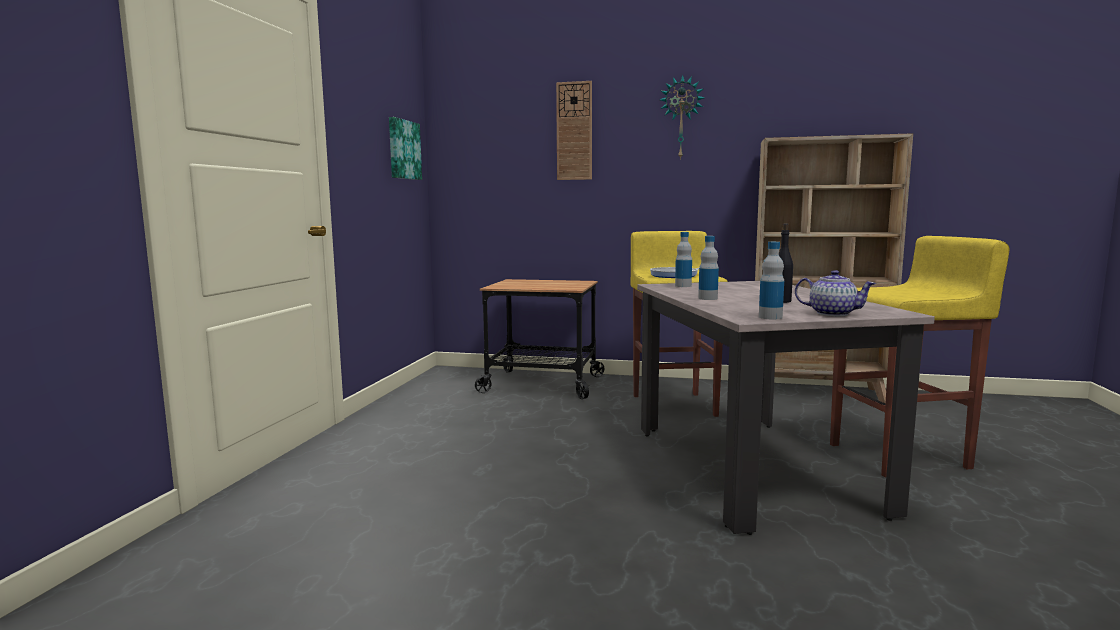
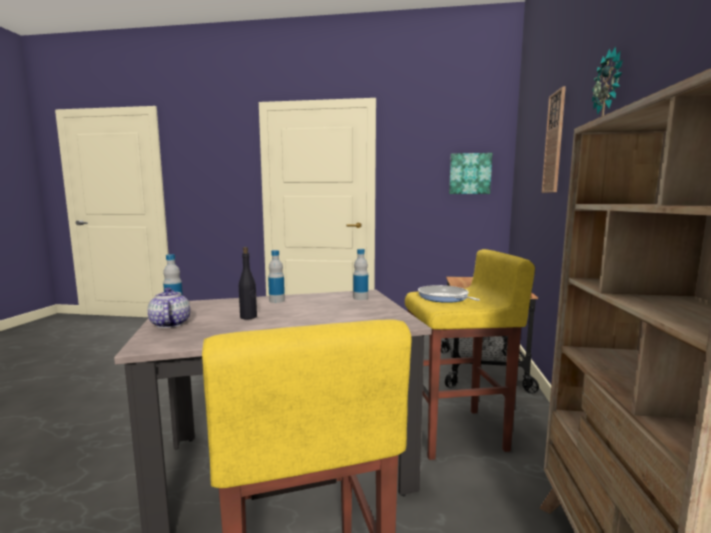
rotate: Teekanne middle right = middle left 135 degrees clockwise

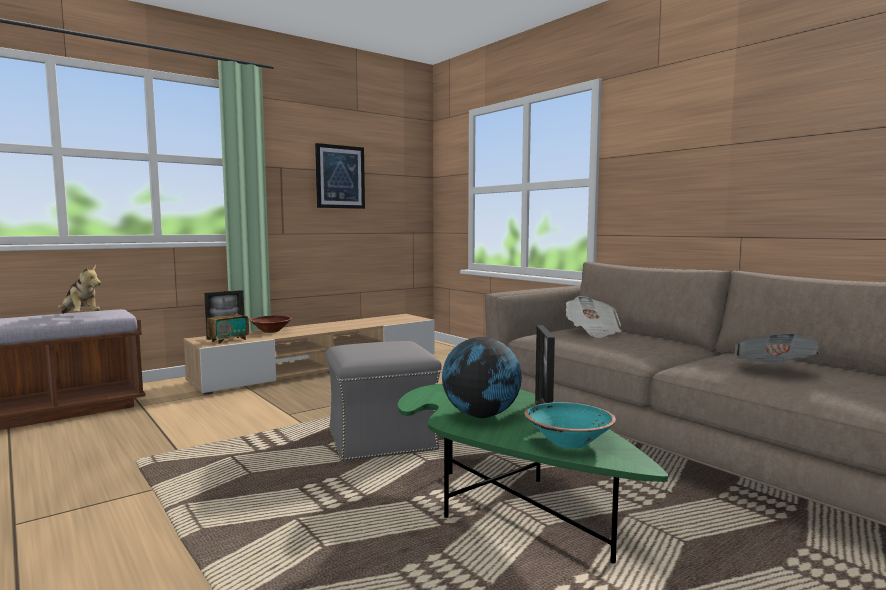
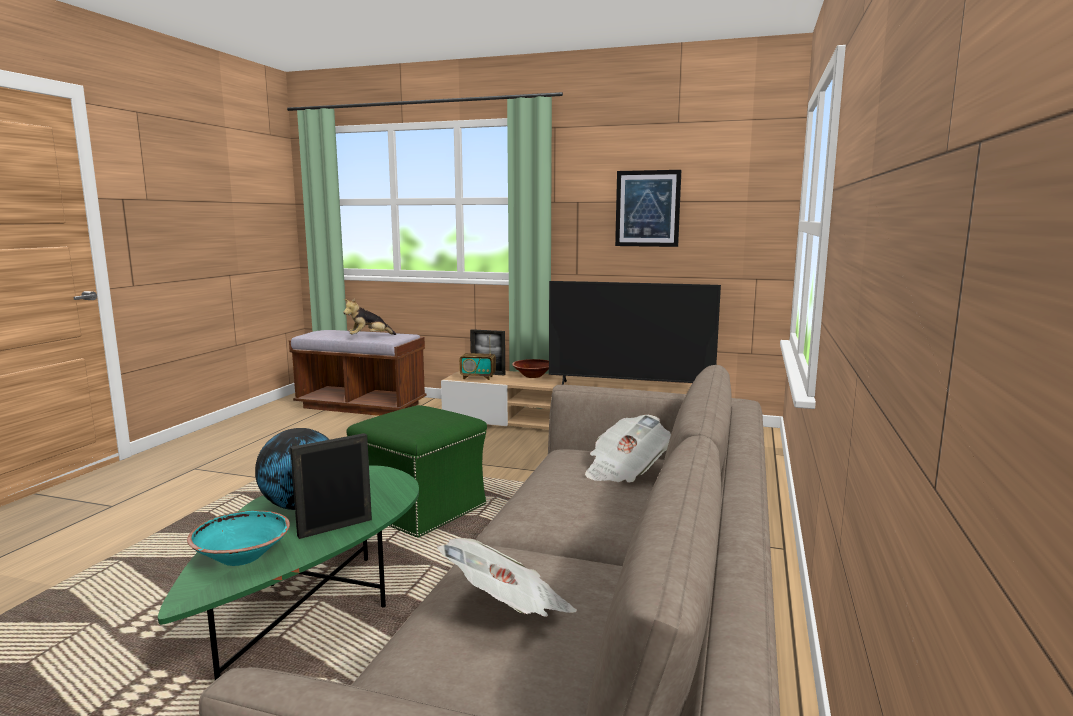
insert: Fernseher centre
recolor: Polsterhocker (grau) bottom centre to Polsterhocker (grün) centre
rotate: Plüschtier middle left = centre 60 degrees clockwise

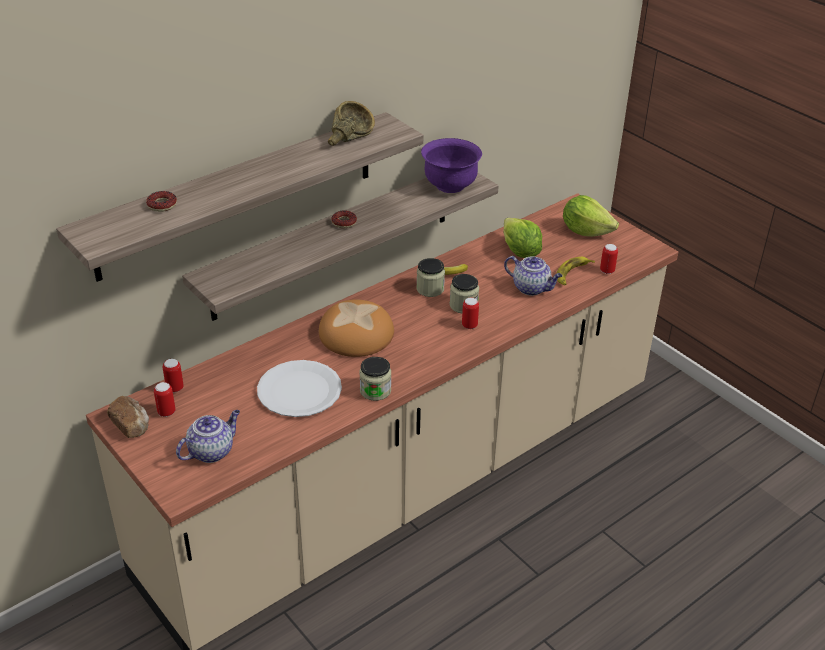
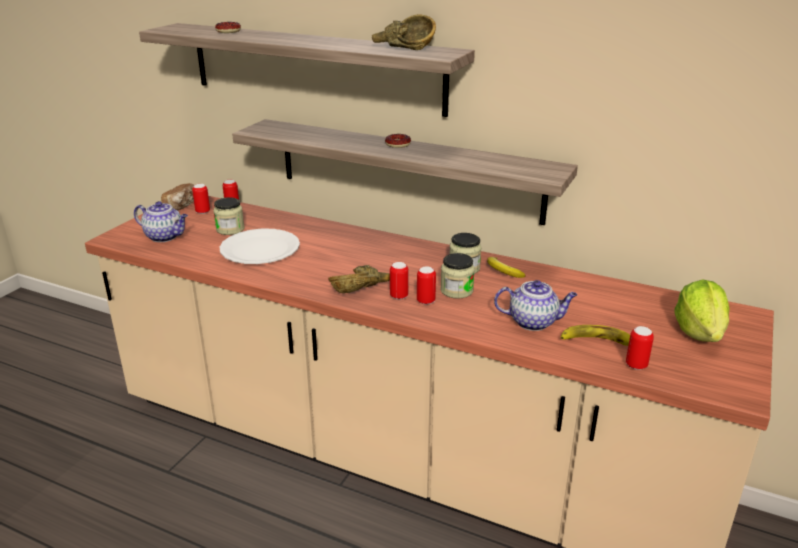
delete: Schüssel (lila) top centre; Salatkopf (1st from left) centre; Brot (2nd from left) centre
insert: Dose (3rd from left) centre; Schüssel (braun) (1st from left) centre
move: Vorratsglas (1st from left) centre to middle left
rotate: Teekanne (2nd from left) centre = middle right 90 degrees counterclockwise

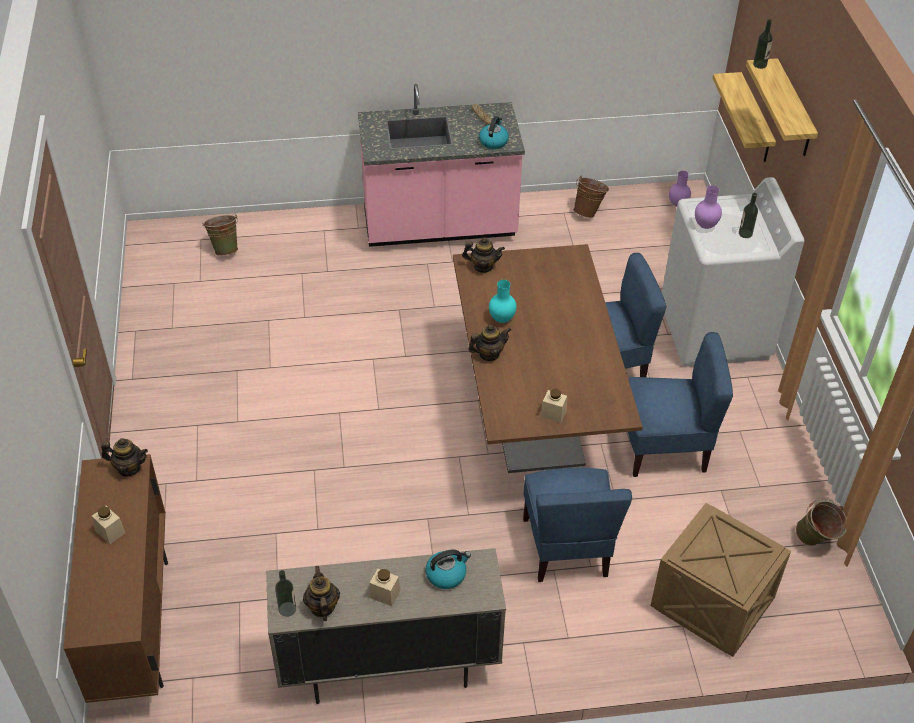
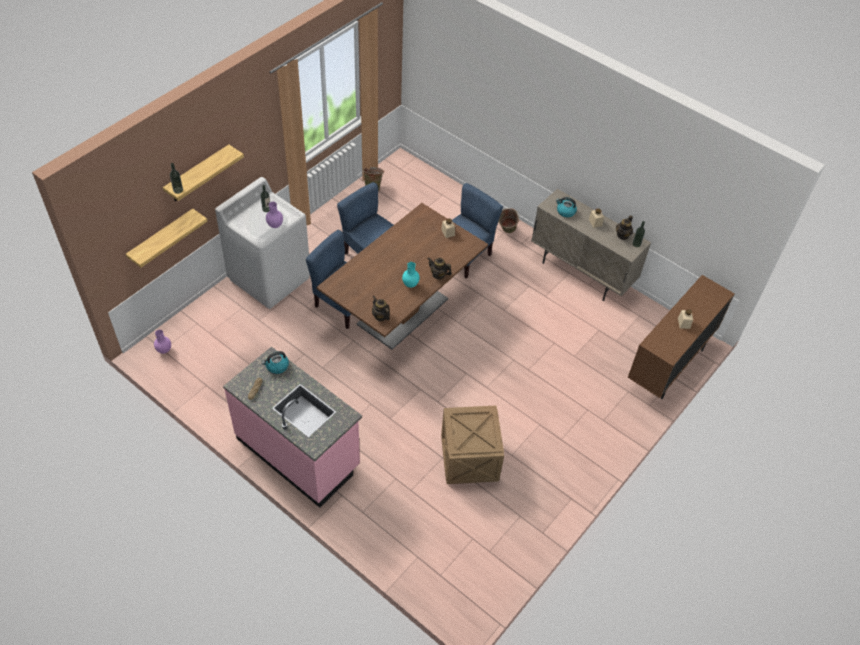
delete: Eimer (braun) top centre; Teekanne (1st from left) middle left
move: Eimer (grün) (1st from left in the first image) top left to Eimer (grün) (2nd from left) centre; Kiste bottom right to bottom centre

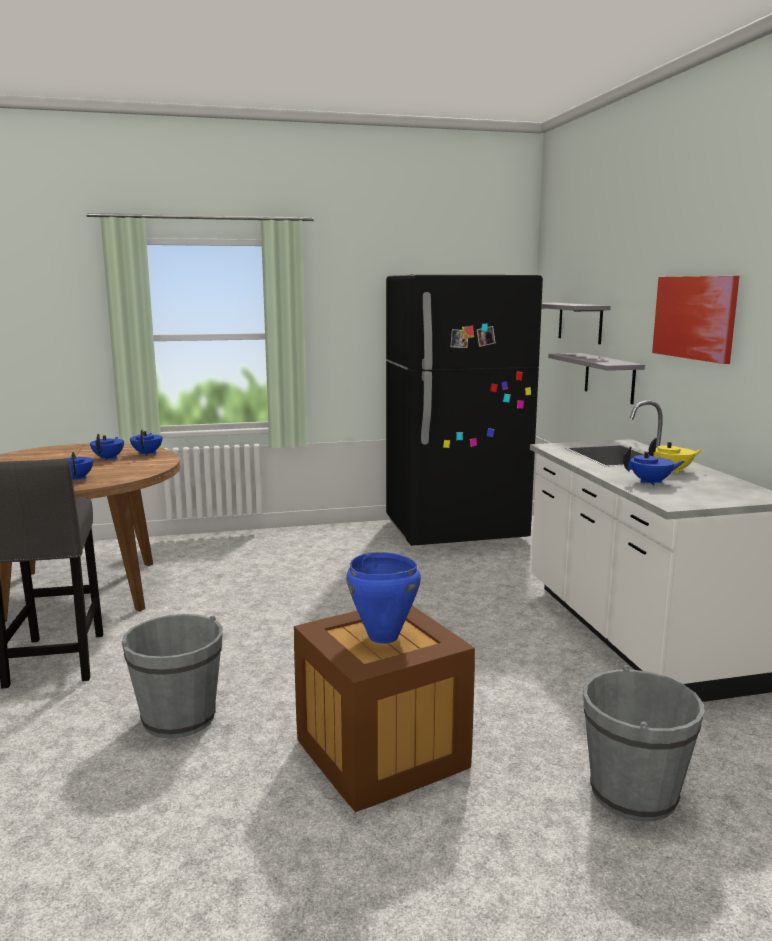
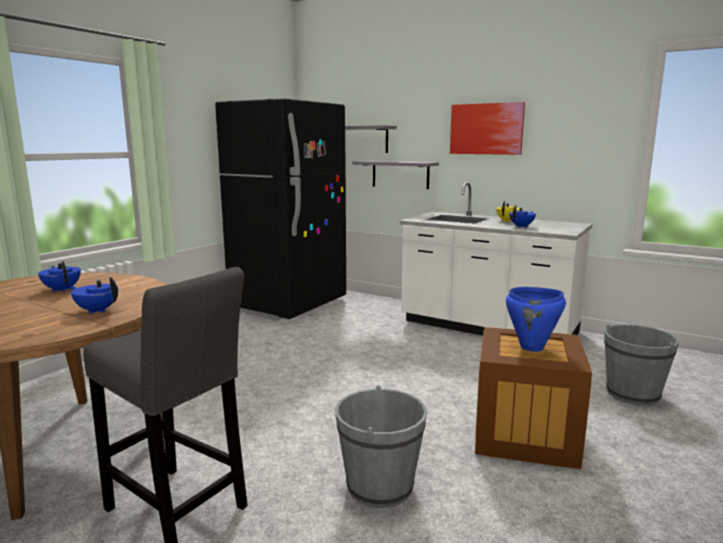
delete: Teekanne (blau) (3rd from left) middle left

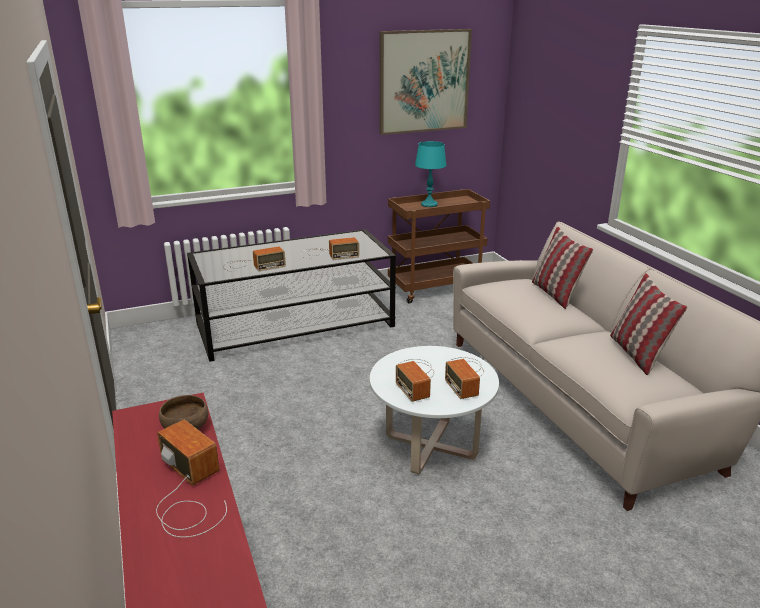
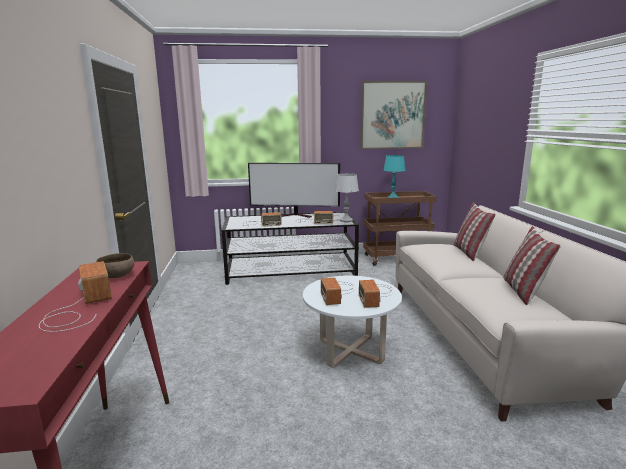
insert: Fernseher centre; Tischlampe (grau) centre

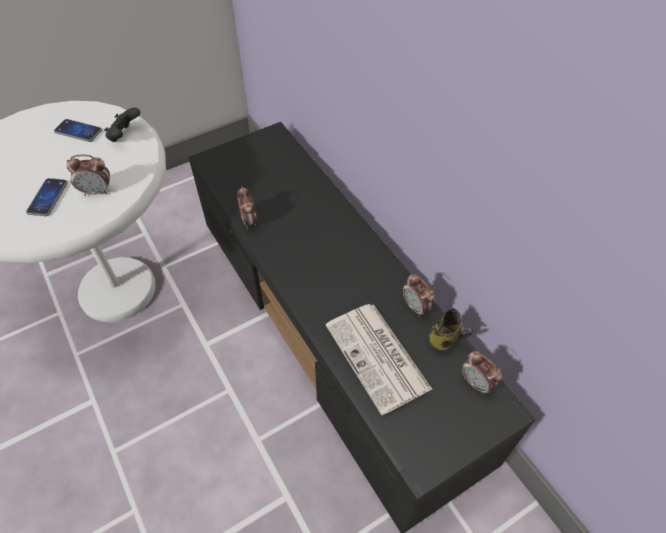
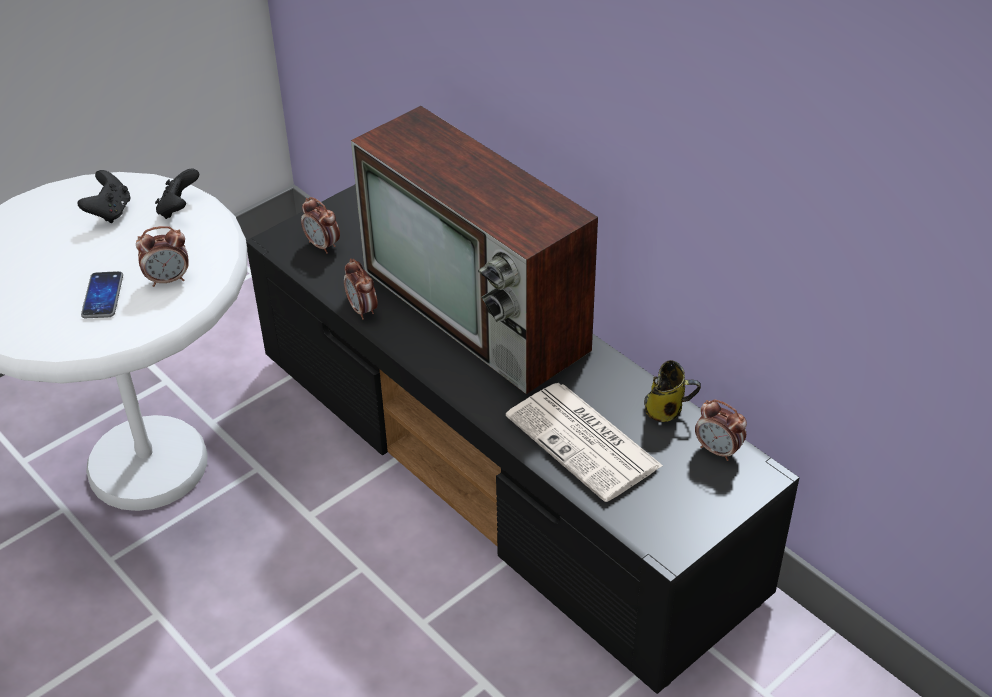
insert: Fernseher centre
move: Wecker (3rd from left in the first image) centre to Wecker (2nd from left) top left
replace: Handy (2nd from left) top left to Gamepad (schwarz) (1st from left) top left

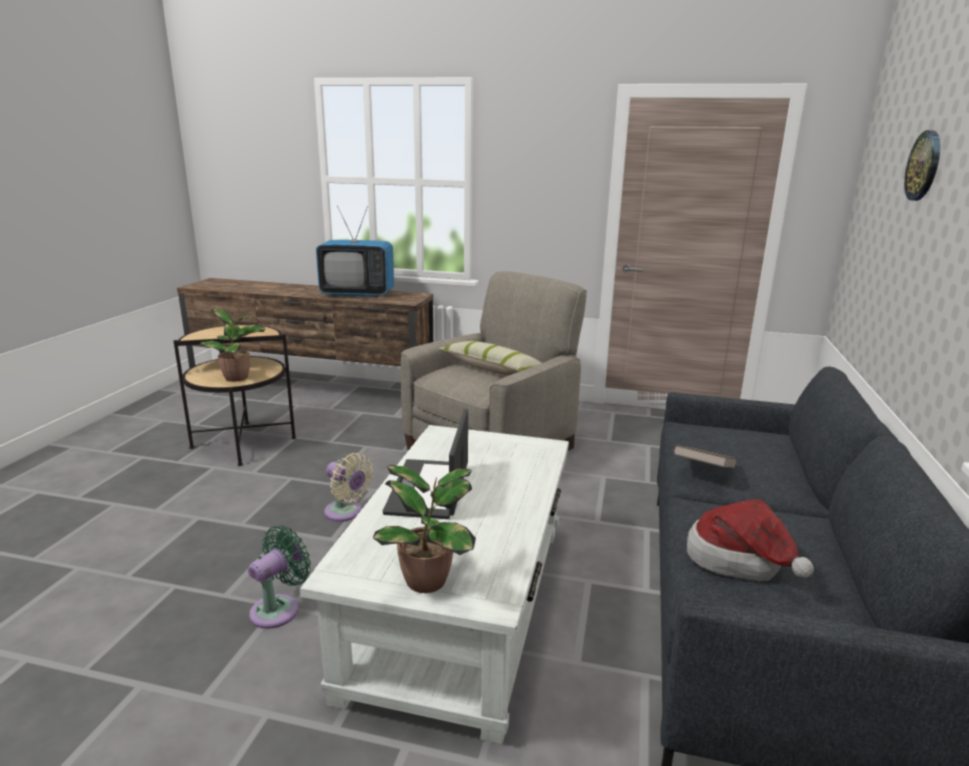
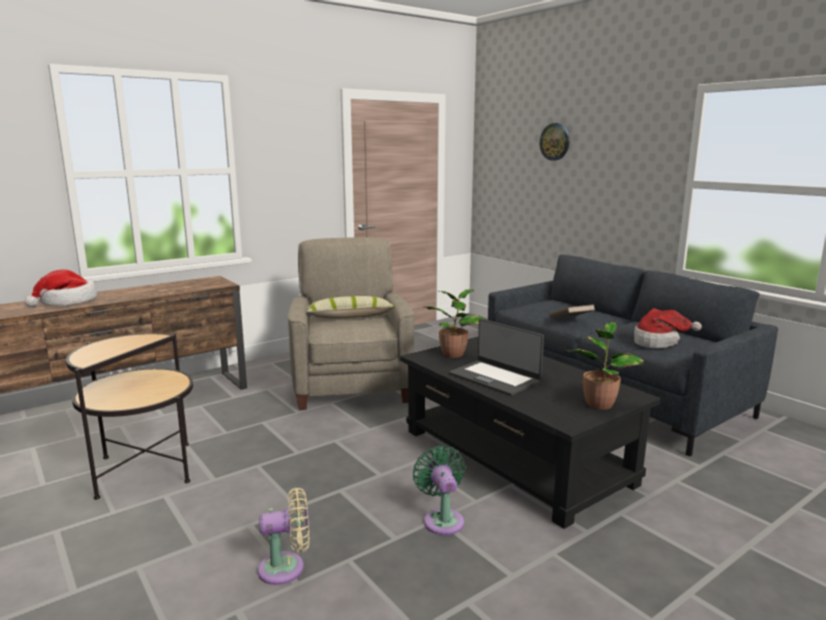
delete: Fernseher top centre
insert: Hut (1st from left) middle left
move: Topfpflanze (1st from left) middle left to centre; Ventilator (beige) centre to bottom centre
recolor: Couchtisch (weiß) bottom centre to Couchtisch (schwarz) bottom centre

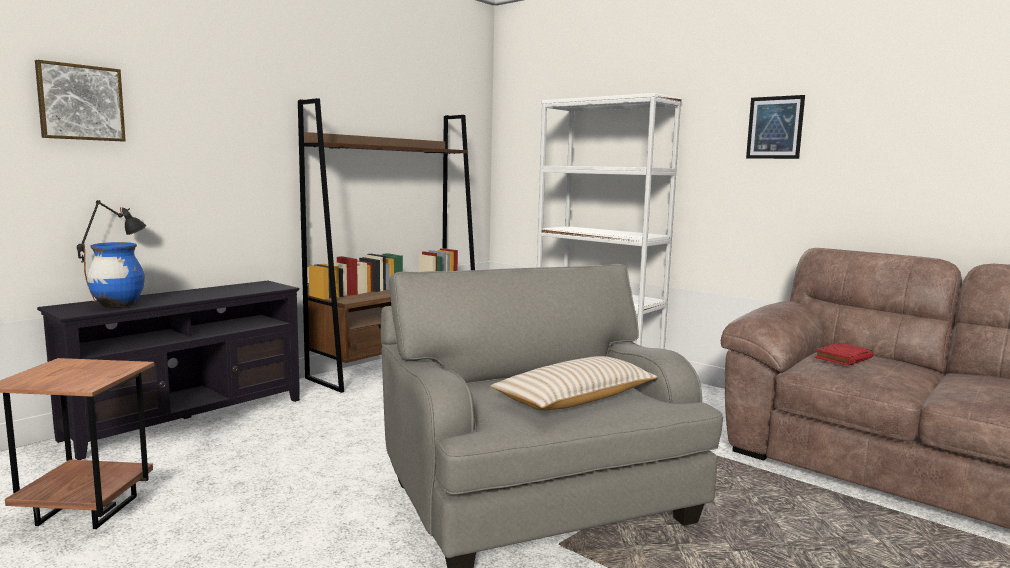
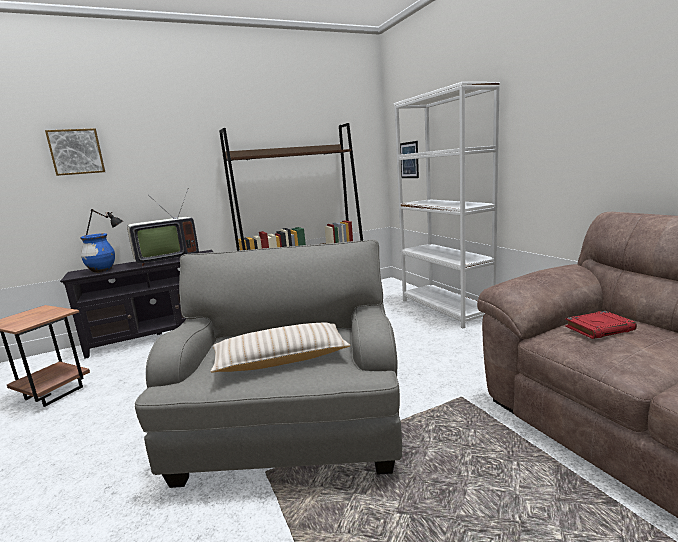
insert: Fernseher middle left
move: Bild (2nd from left) top right to top centre

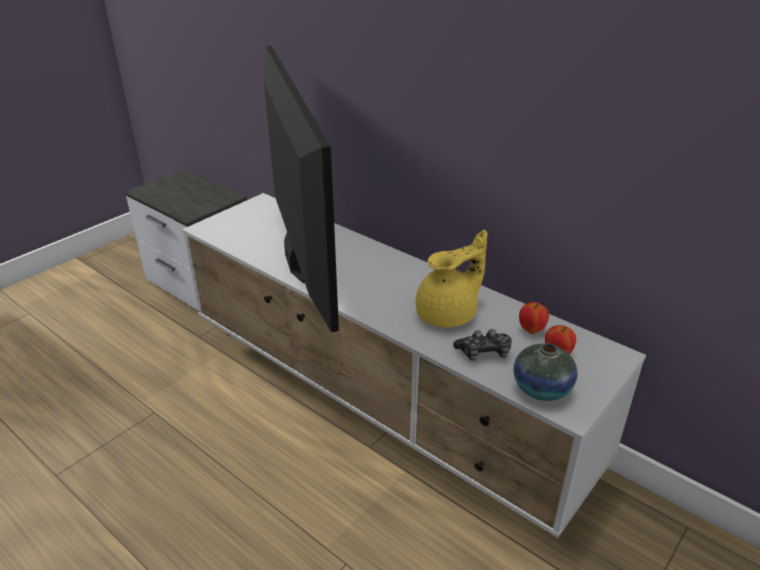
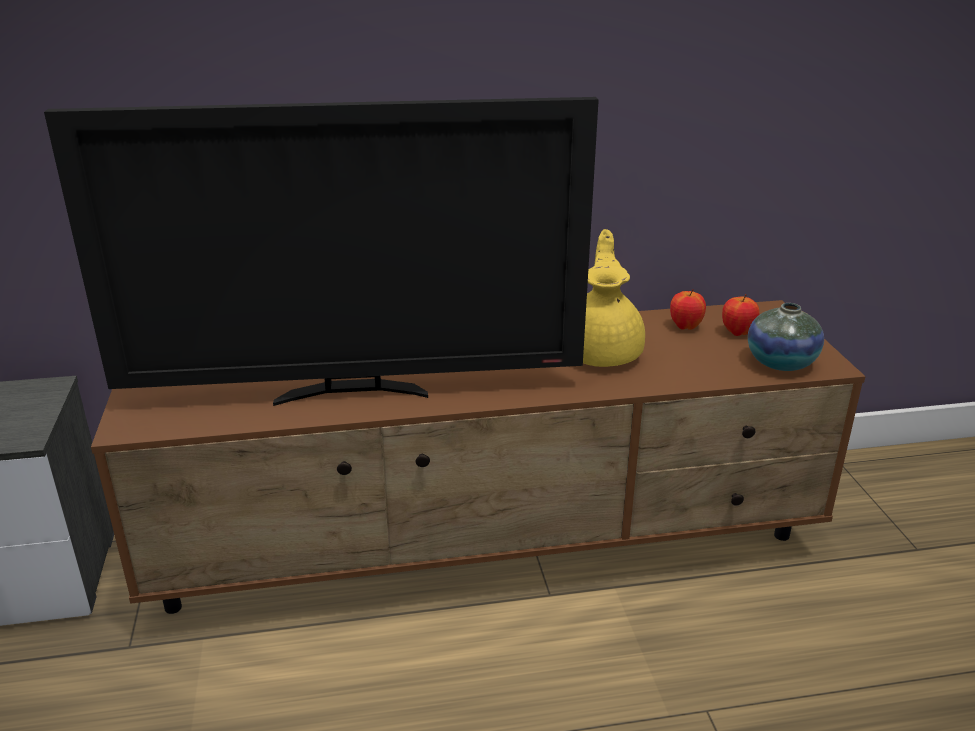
delete: Gamepad centre
recolor: Fernsehschrank (weiß) centre to Fernsehschrank (braun) centre
rotate: Fernseher top centre = middle left 150 degrees clockwise

